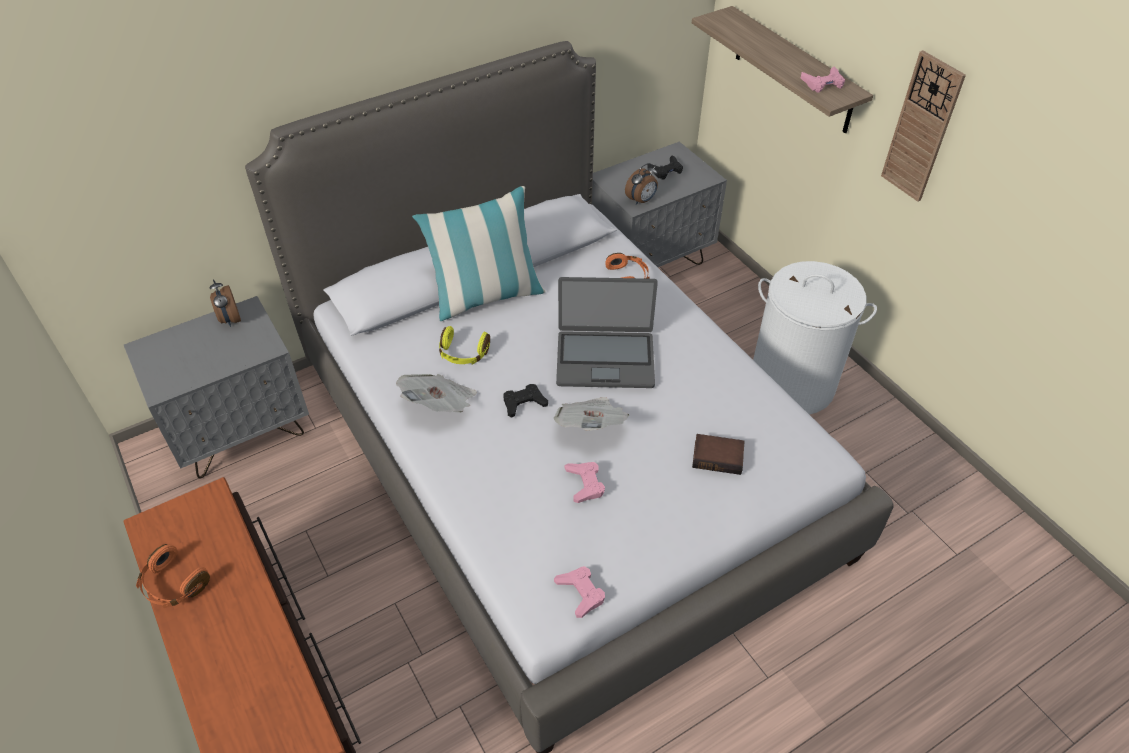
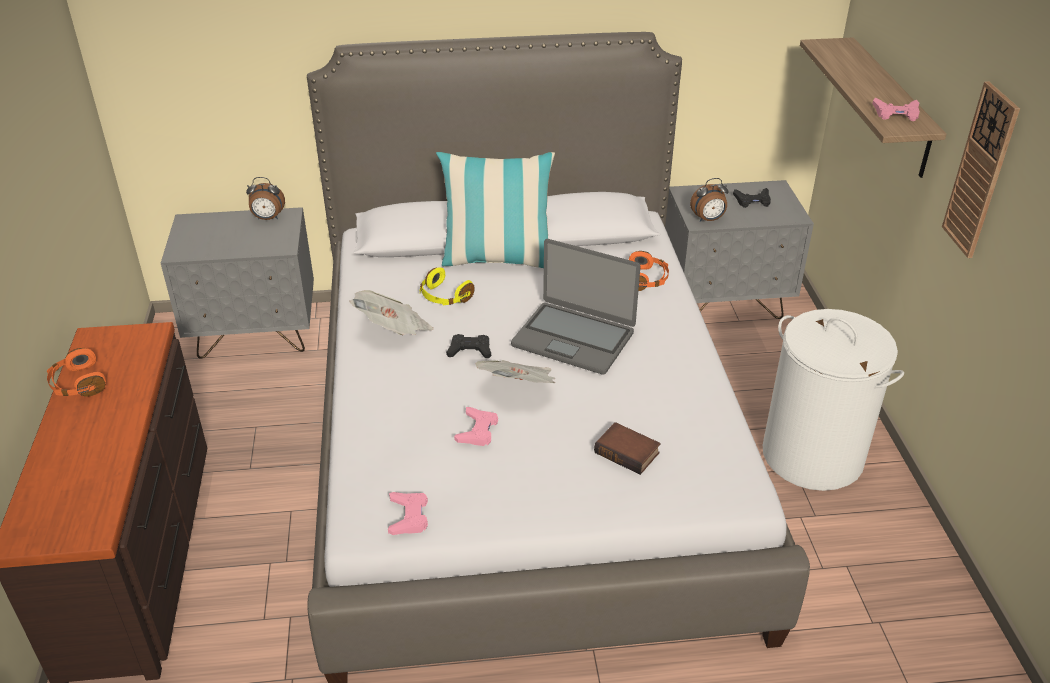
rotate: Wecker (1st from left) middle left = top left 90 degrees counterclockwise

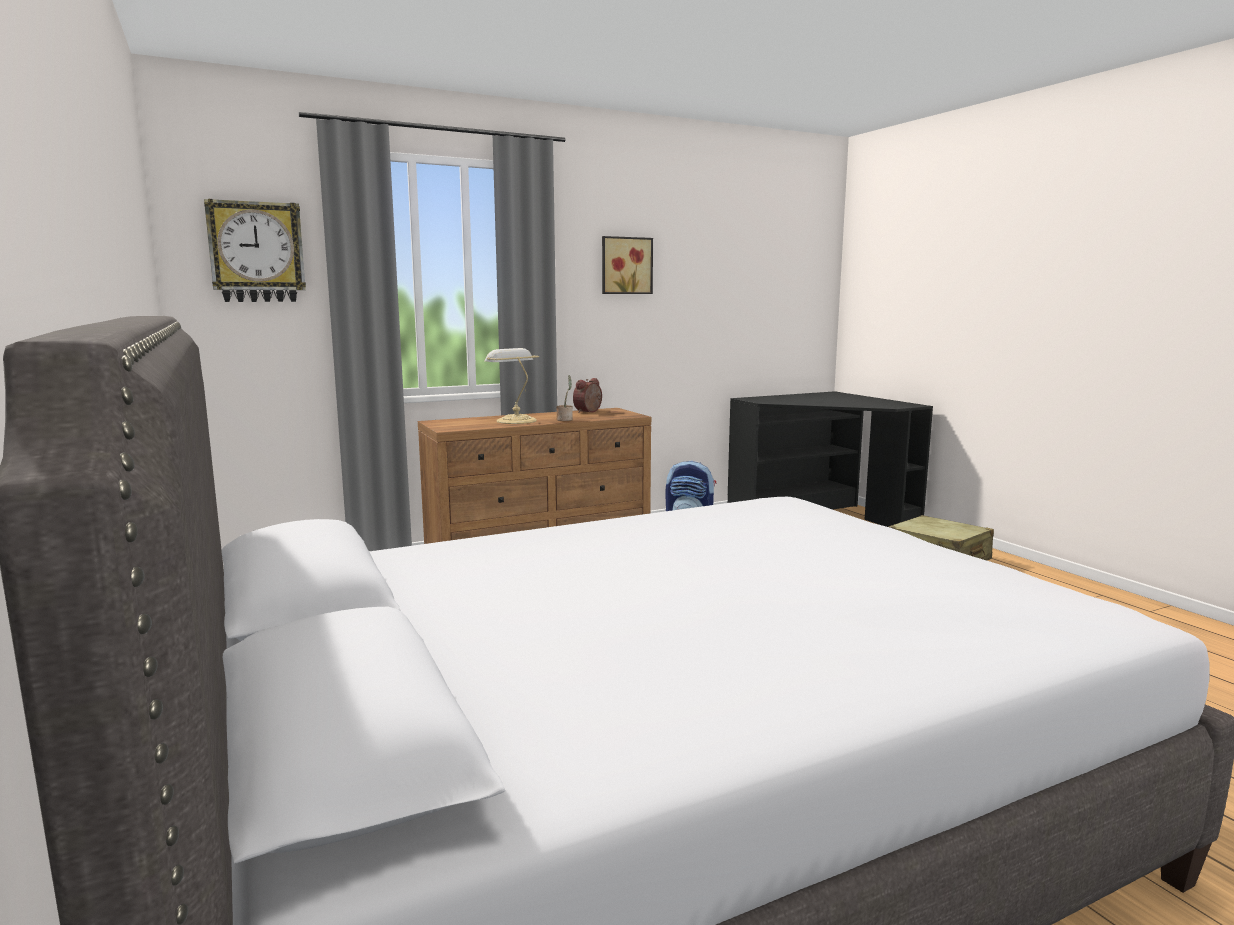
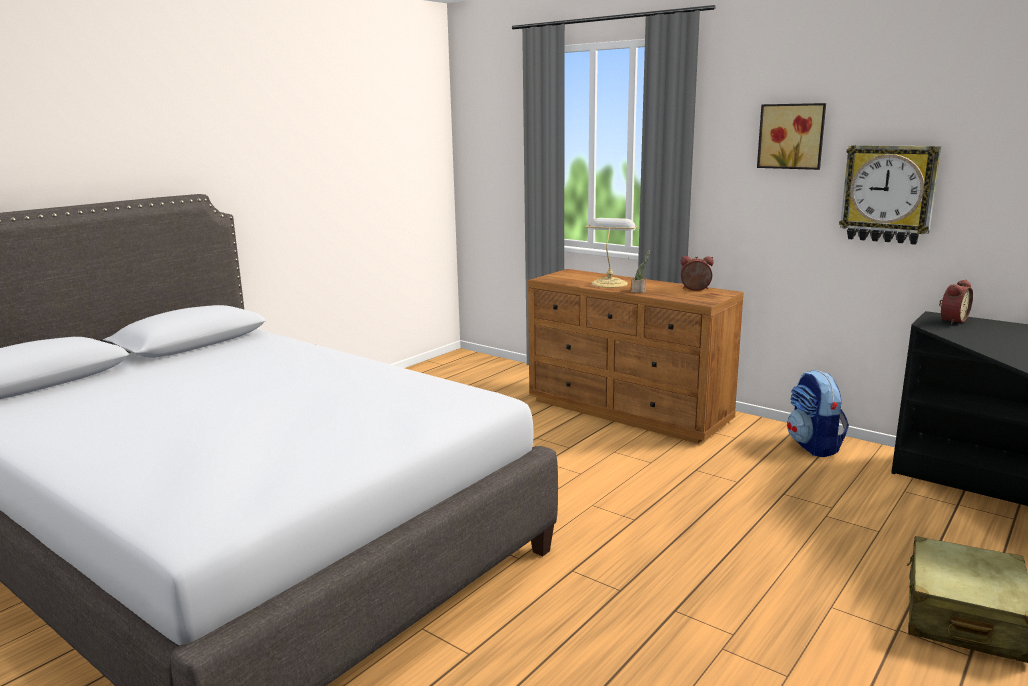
insert: Wecker (2nd from left) middle right
move: Wanduhr top left to top right

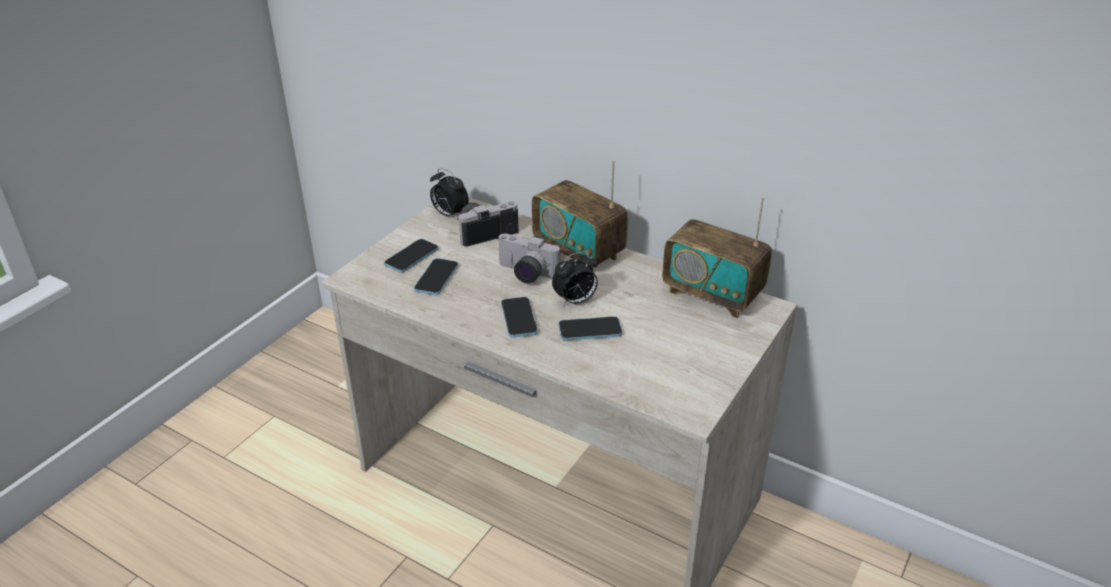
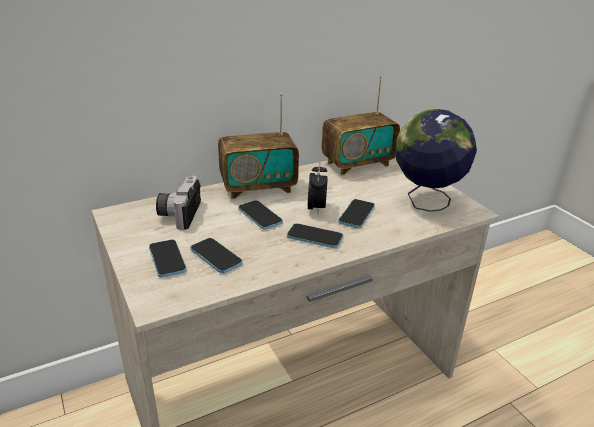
delete: Wecker (1st from left) top centre
insert: Globus middle right
replace: Kamera (2nd from left) centre to Handy (3rd from left) centre

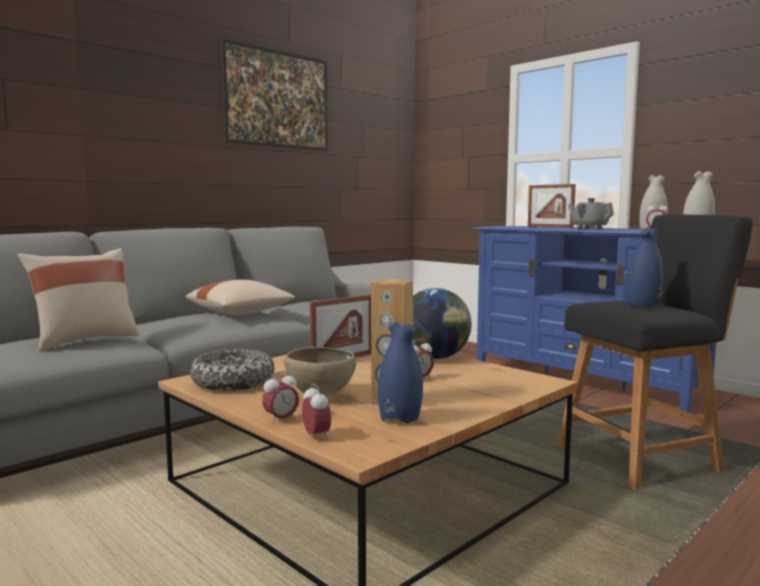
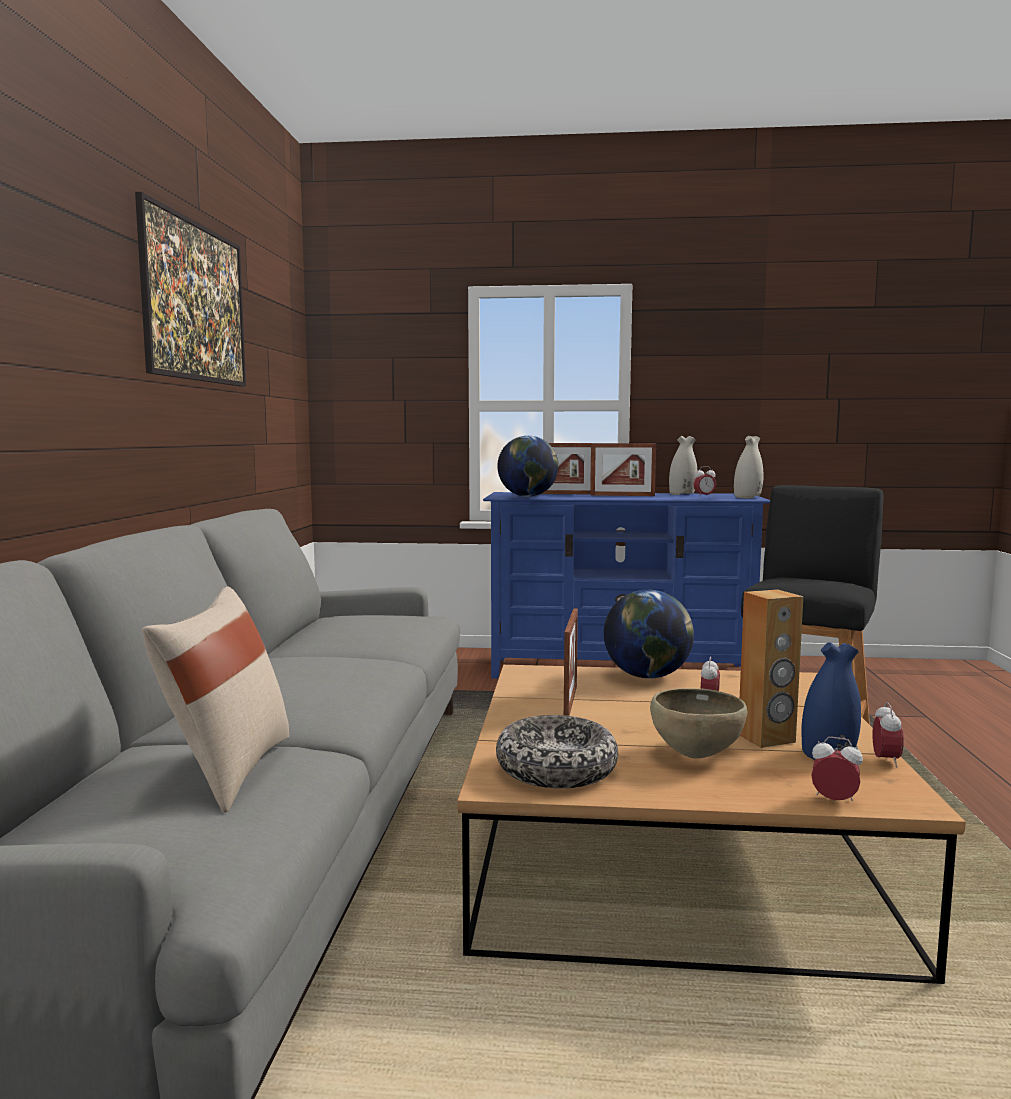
delete: Vase (blau) (2nd from left) middle right; Kissen (beige) (2nd from left) middle left
insert: Globus (1st from left) centre
move: Wecker (1st from left in the first image) bottom centre to Wecker (4th from left) bottom right
replace: Teekanne (grau) middle right to Bilderrahmen (3rd from left) centre

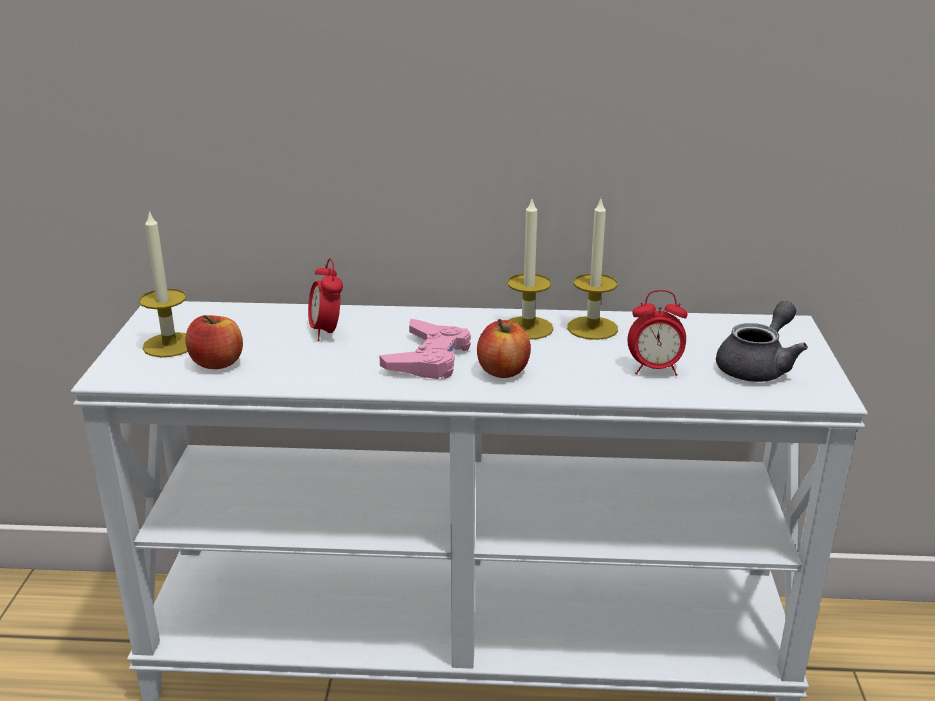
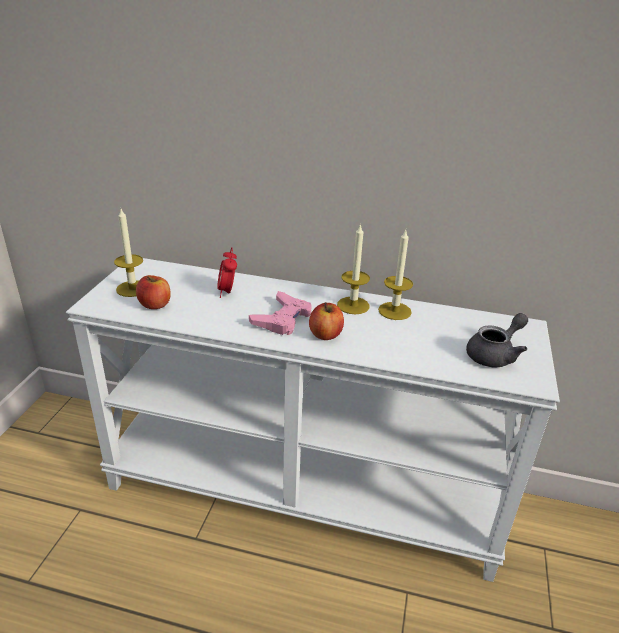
delete: Wecker (2nd from left) middle right

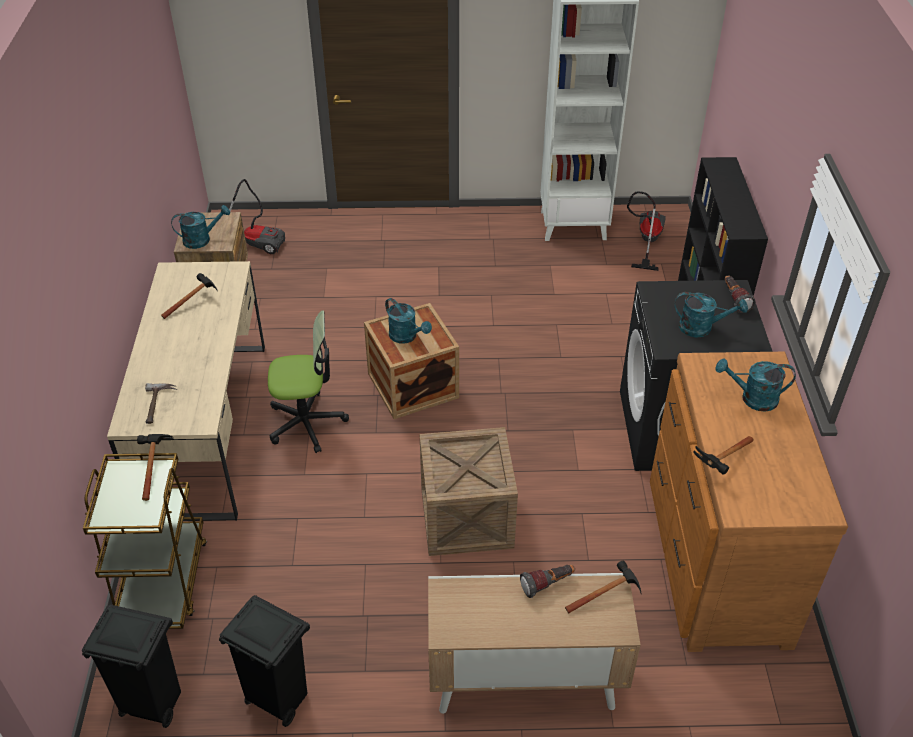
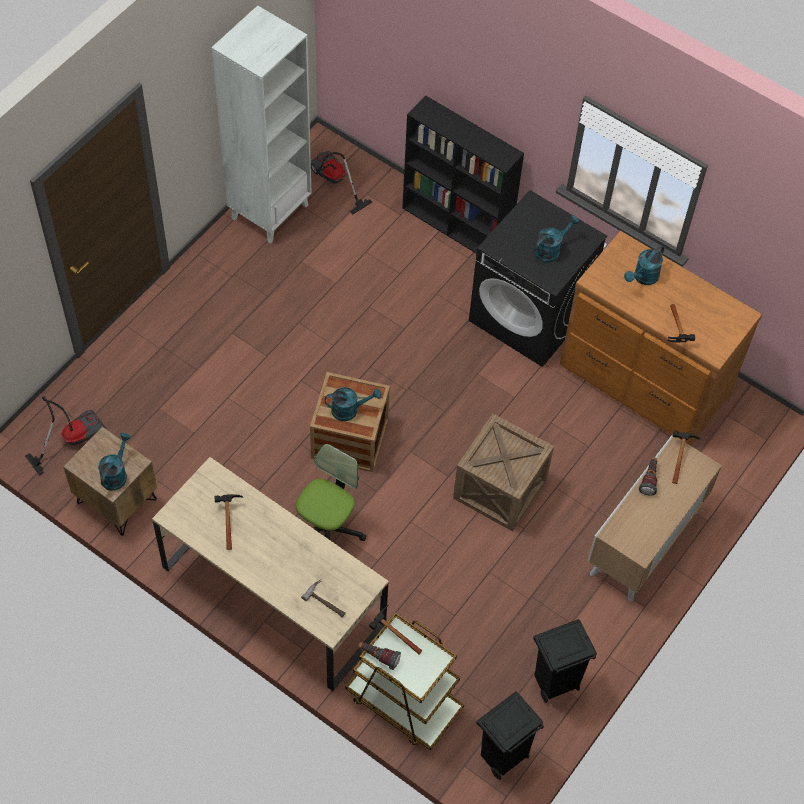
move: Taschenlampe (2nd from left in the first image) middle right to Taschenlampe (1st from left) bottom centre

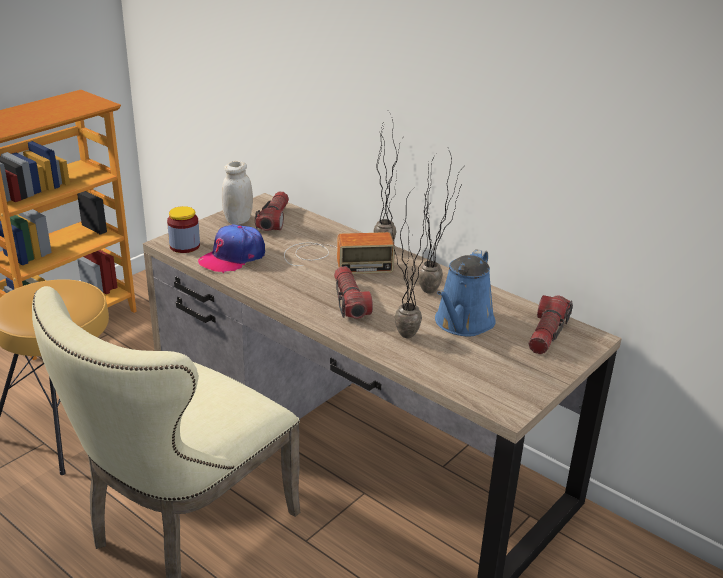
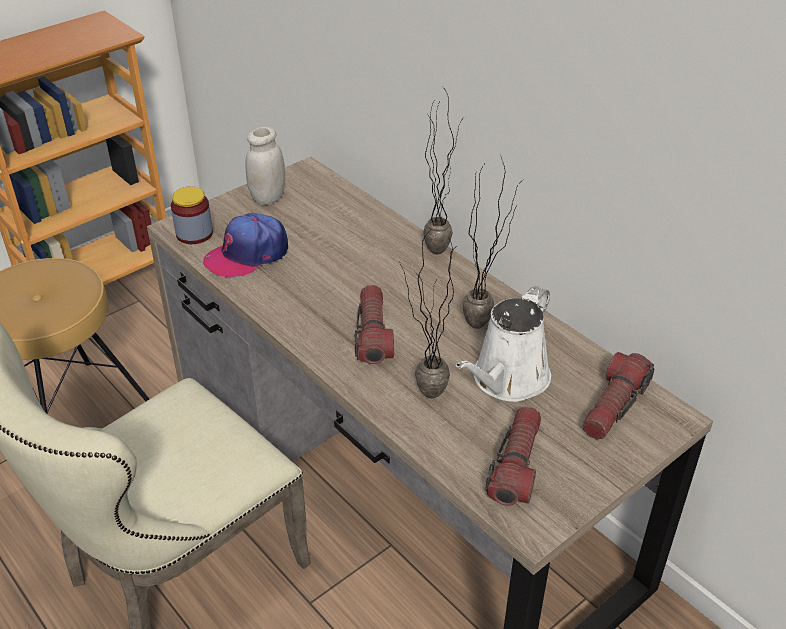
delete: Radio centre
move: Taschenlampe (1st from left in the first image) centre to Taschenlampe (2nd from left) bottom centre
recolor: Gießkanne (blau) centre to Gießkanne (weiß) centre

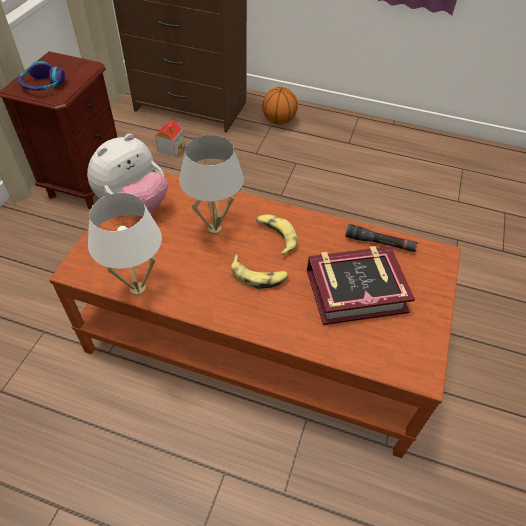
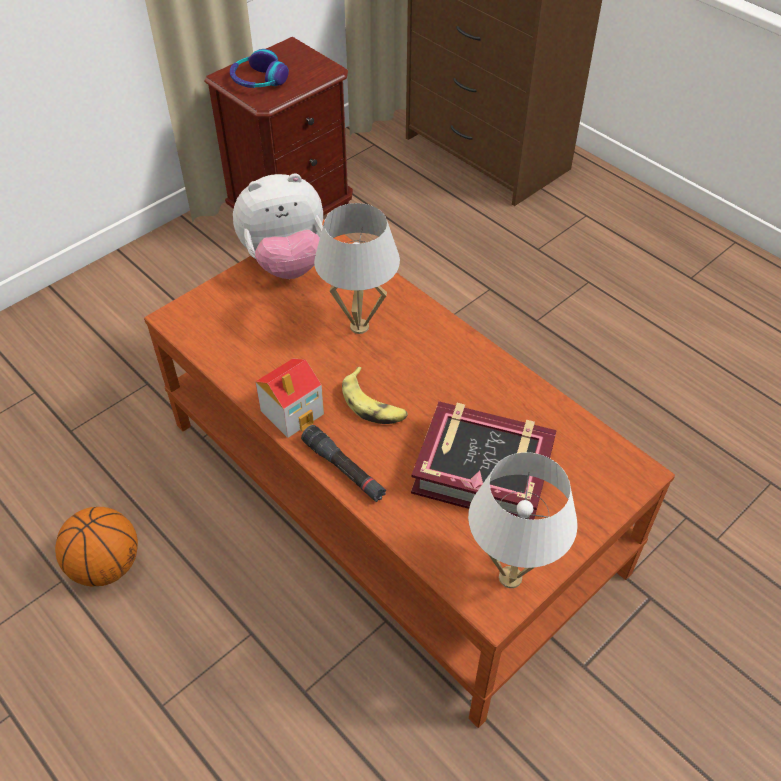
delete: Banane (2nd from left) centre
move: Basketball top centre to bottom left; Spielzeughaus top left to centre; Tischlampe (weiß) (1st from left in the first image) middle left to Tischlampe (weiß) (2nd from left) middle right; Taschenlampe (schwarz) middle right to centre

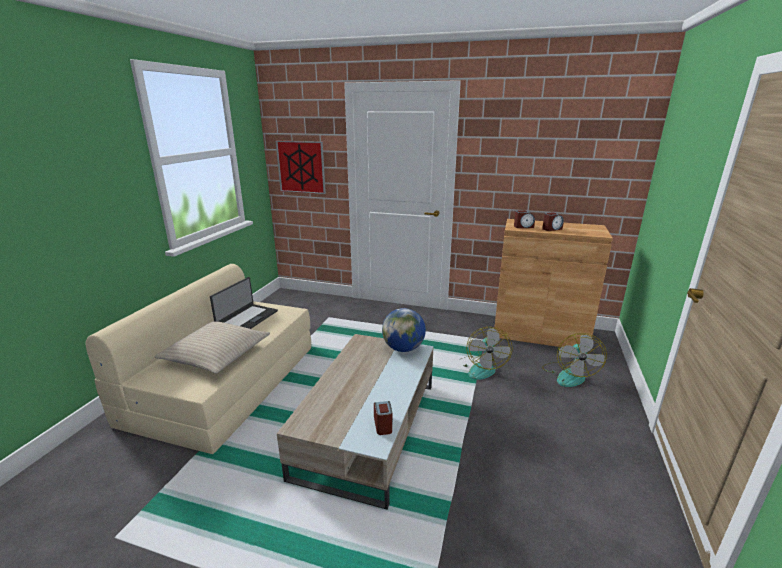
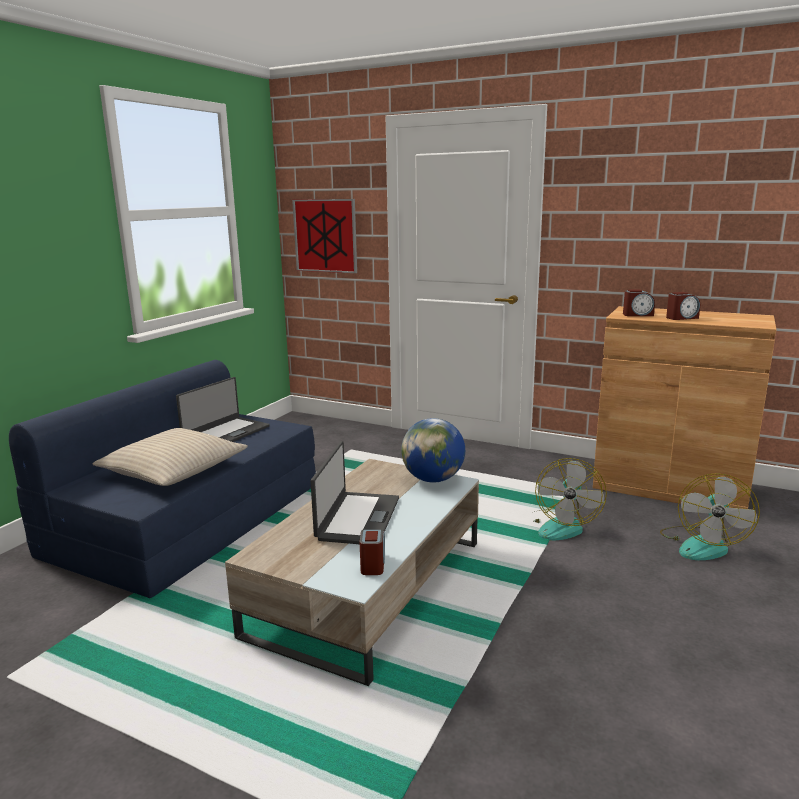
insert: Laptop (2nd from left) centre
recolor: Sofa (beige) middle left to Sofa (blau) middle left

